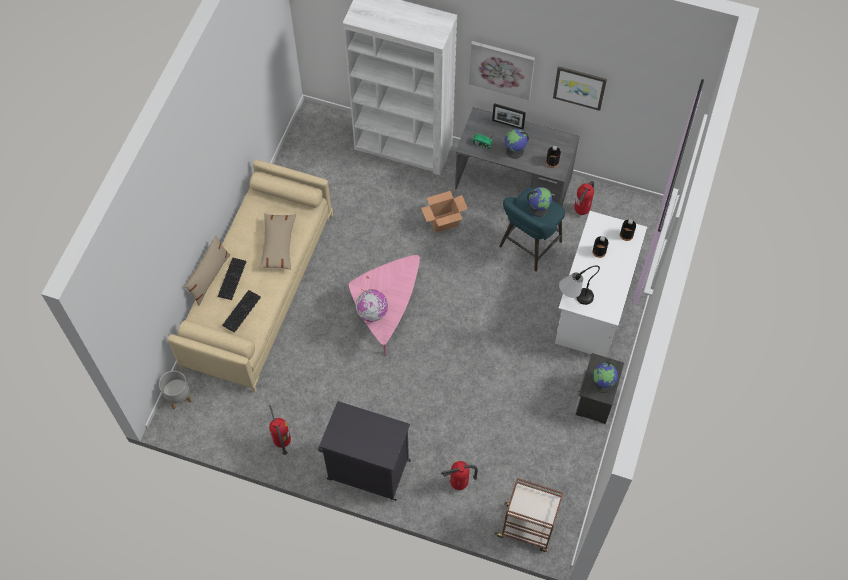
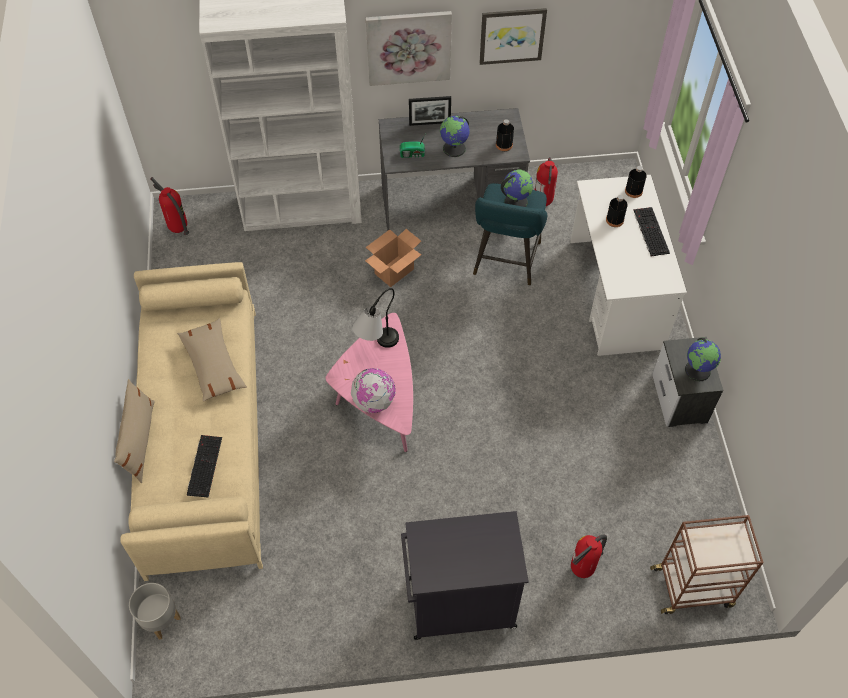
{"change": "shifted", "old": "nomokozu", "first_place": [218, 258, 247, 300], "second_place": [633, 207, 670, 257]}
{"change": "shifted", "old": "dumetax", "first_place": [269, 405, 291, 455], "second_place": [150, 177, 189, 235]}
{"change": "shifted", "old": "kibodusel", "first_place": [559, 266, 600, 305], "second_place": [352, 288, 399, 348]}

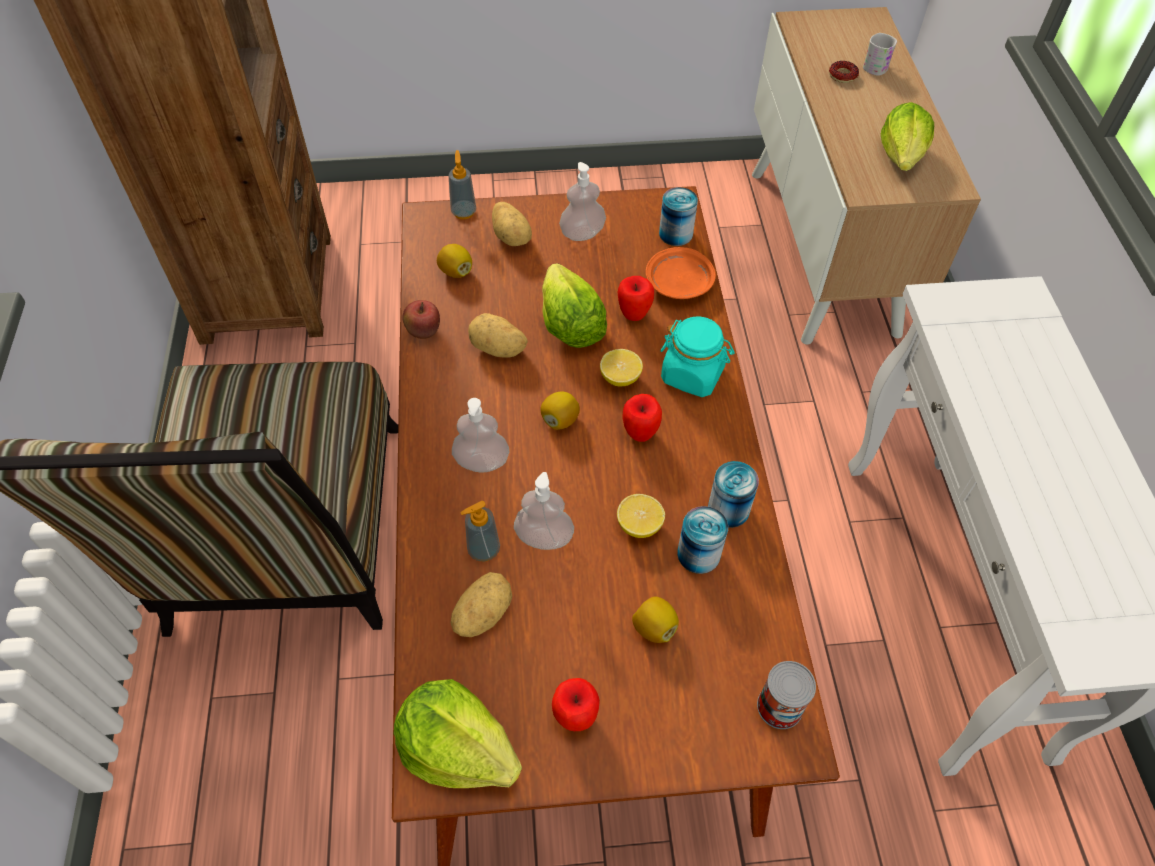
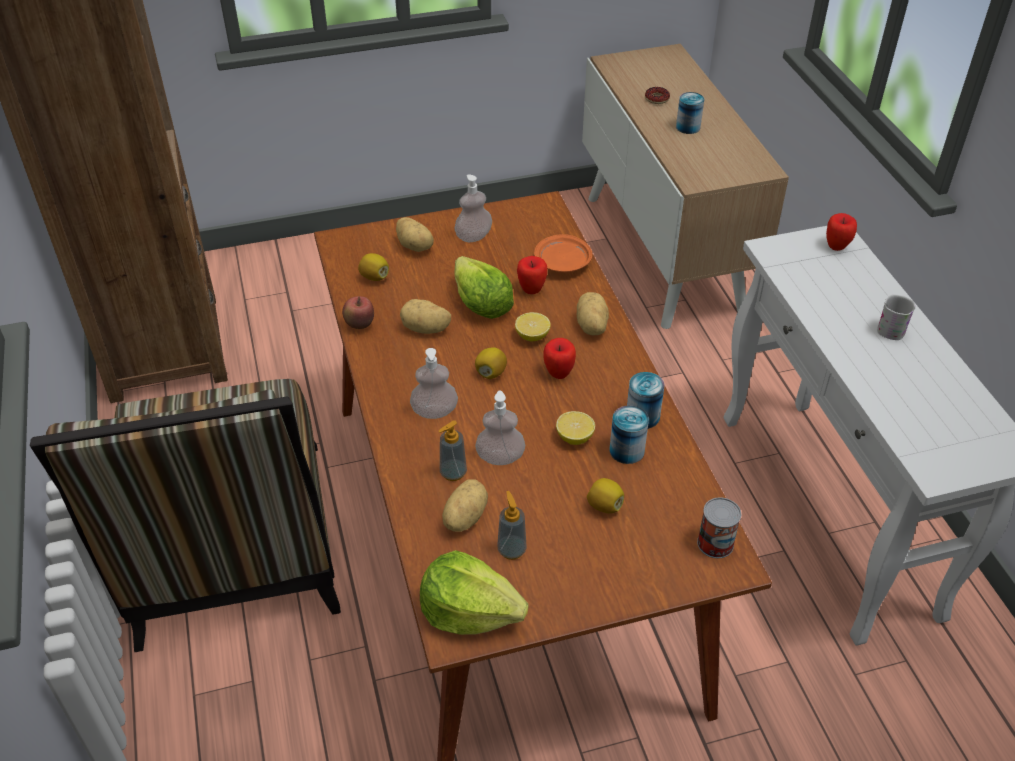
{"change": "shifted", "old": "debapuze", "first_place": [448, 150, 476, 219], "second_place": [497, 491, 527, 560]}
{"change": "shifted", "old": "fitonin", "first_place": [552, 678, 600, 731], "second_place": [826, 213, 857, 251]}
{"change": "shifted", "old": "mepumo", "first_place": [659, 187, 698, 246], "second_place": [676, 92, 704, 134]}
{"change": "swapped", "old": "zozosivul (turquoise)", "new": "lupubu", "first_place": [661, 316, 734, 397], "second_place": [577, 292, 609, 335]}
{"change": "shifted", "old": "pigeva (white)", "first_place": [863, 33, 897, 76], "second_place": [877, 294, 915, 340]}
{"change": "gone", "old": "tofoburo", "first_place": [881, 102, 934, 171]}

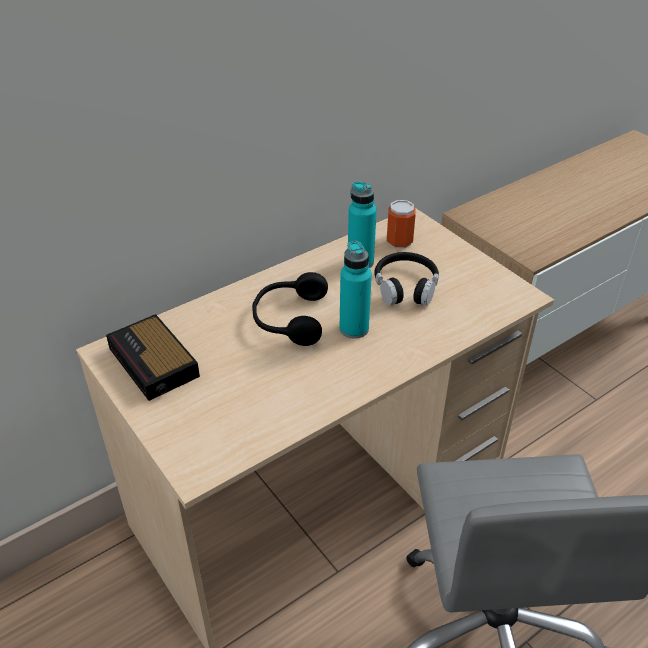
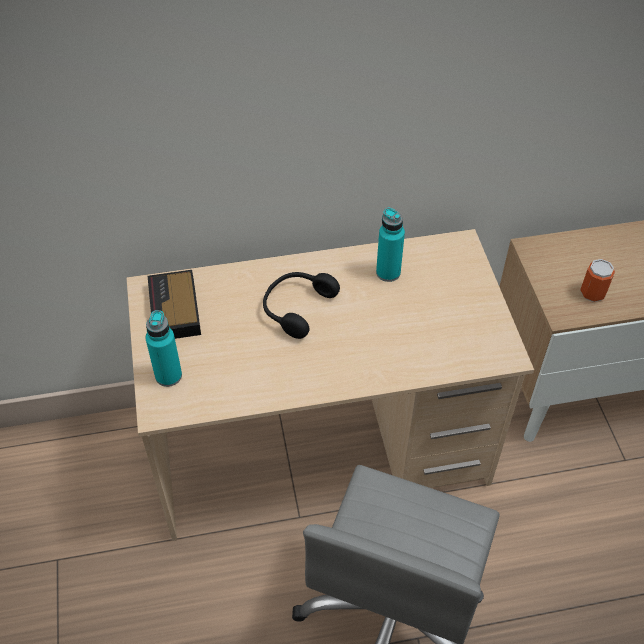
{"change": "shifted", "old": "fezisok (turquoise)", "first_place": [339, 241, 372, 339], "second_place": [146, 310, 182, 387]}
{"change": "gone", "old": "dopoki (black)", "first_place": [375, 252, 439, 306]}
{"change": "shifted", "old": "mepumo", "first_place": [387, 200, 416, 248], "second_place": [580, 259, 615, 302]}

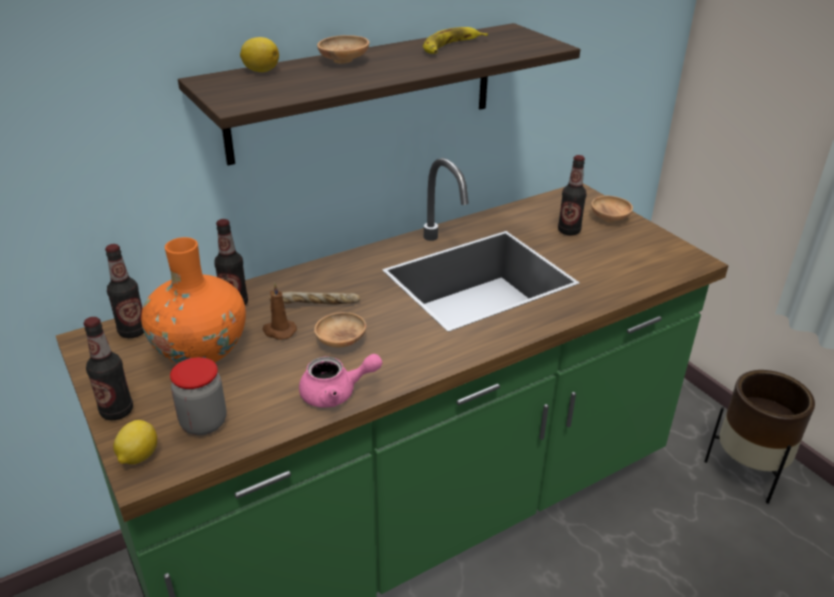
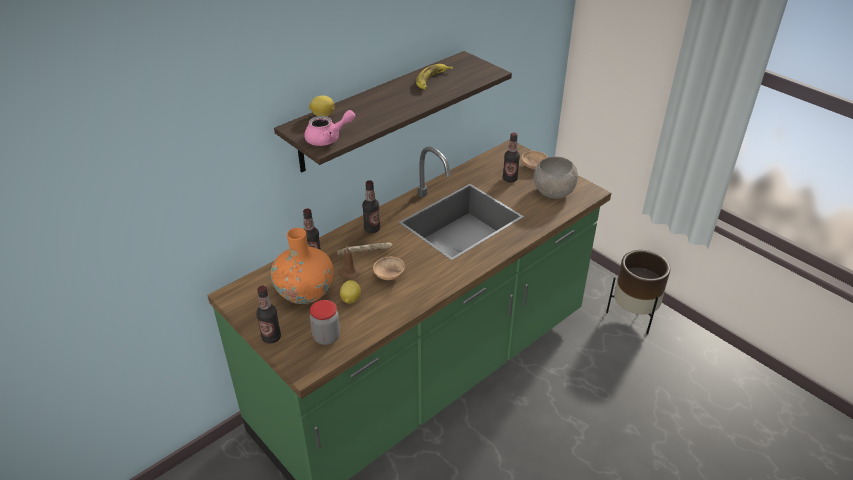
{"change": "shifted", "old": "fezisok", "first_place": [105, 244, 144, 338], "second_place": [362, 180, 380, 233]}
{"change": "shifted", "old": "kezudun", "first_place": [113, 420, 157, 464], "second_place": [340, 280, 361, 303]}
{"change": "shifted", "old": "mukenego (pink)", "first_place": [299, 354, 382, 407], "second_place": [304, 110, 355, 146]}
{"change": "gone", "old": "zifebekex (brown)", "first_place": [317, 35, 369, 64]}
{"change": "new", "new": "zifebekex (grey)", "second_place": [533, 157, 578, 199]}

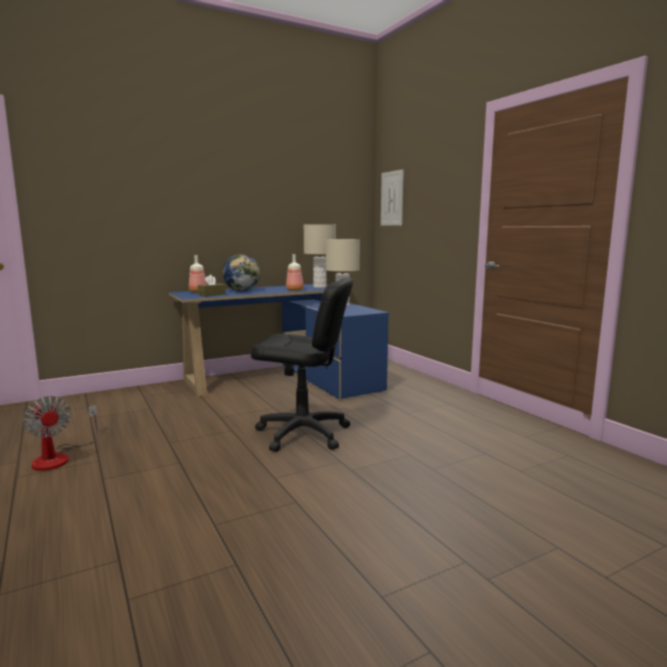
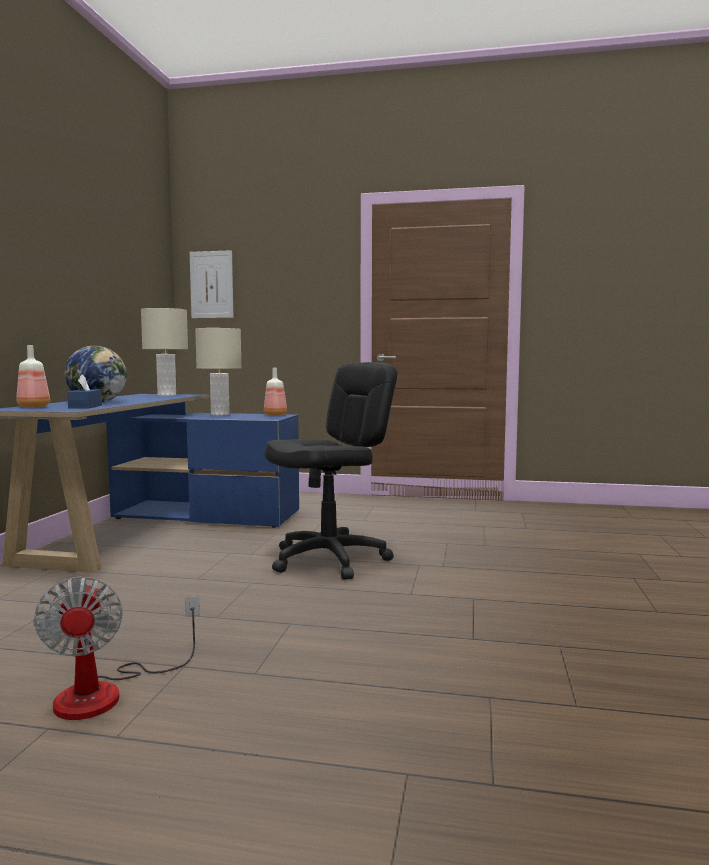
{"change": "rotated", "old": "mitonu", "first_place": [23, 396, 98, 471], "second_place": [33, 576, 200, 720], "degrees": 75}
{"change": "repainted", "old": "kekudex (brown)", "new": "kekudex (blue)", "first_place": [198, 274, 226, 297], "second_place": [67, 374, 102, 409]}
{"change": "shifted", "old": "fezisok", "first_place": [286, 254, 303, 291], "second_place": [264, 368, 287, 416]}

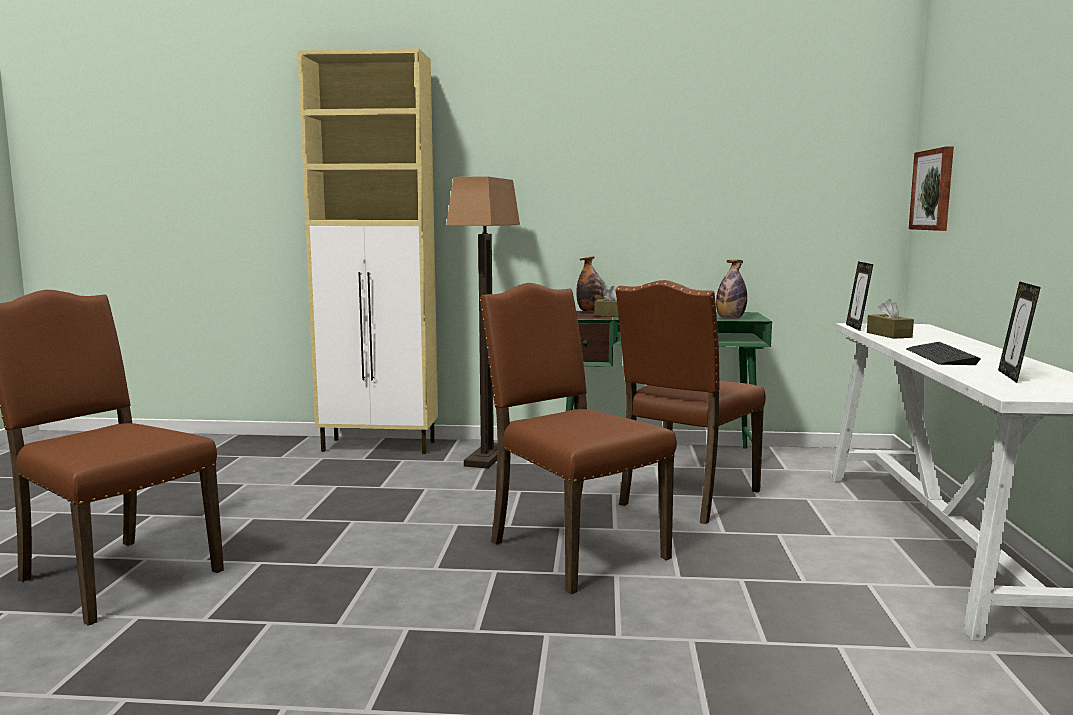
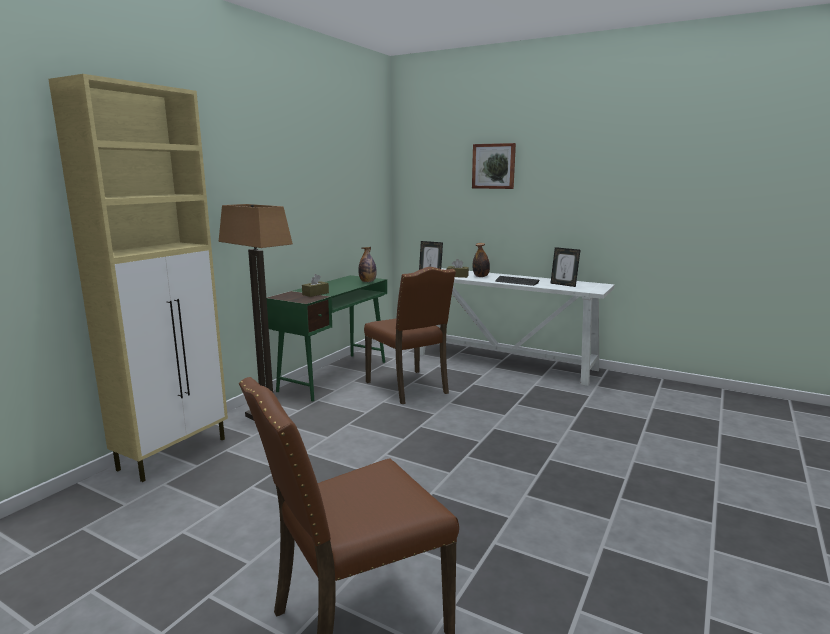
{"change": "gone", "old": "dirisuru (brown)", "first_place": [479, 283, 677, 594]}
{"change": "shifted", "old": "fezisok", "first_place": [576, 256, 604, 312], "second_place": [473, 243, 490, 277]}
{"change": "shifted", "old": "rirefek", "first_place": [909, 146, 954, 231], "second_place": [472, 143, 516, 189]}

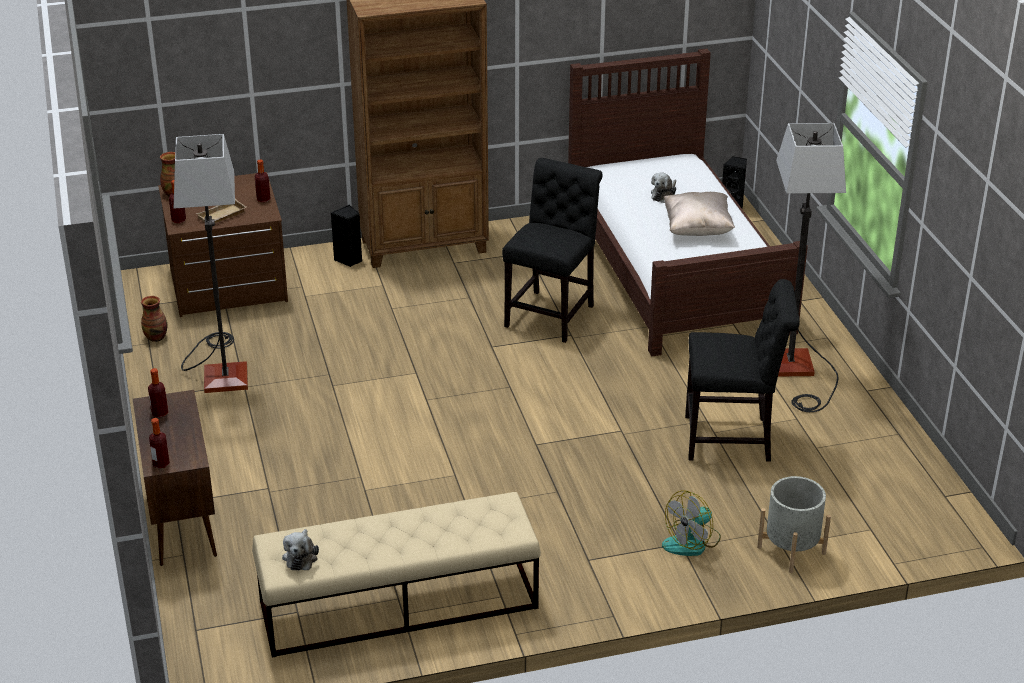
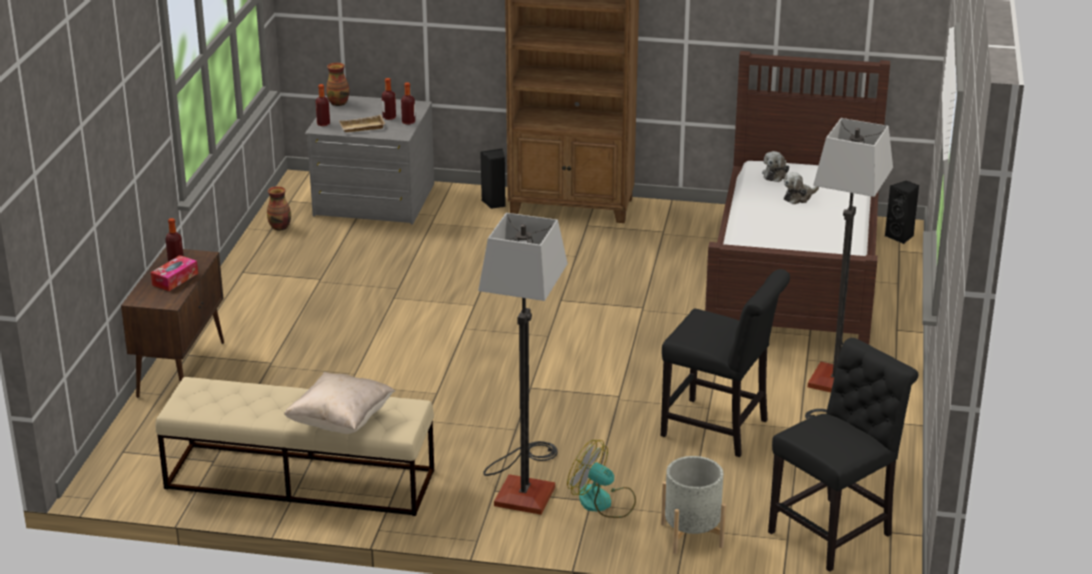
{"change": "shifted", "old": "fezisok", "first_place": [149, 418, 170, 468], "second_place": [382, 78, 396, 120]}
{"change": "repainted", "old": "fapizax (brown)", "new": "fapizax (grey)", "first_place": [158, 172, 288, 317], "second_place": [305, 96, 434, 225]}
{"change": "shifted", "old": "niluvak", "first_place": [174, 134, 248, 393], "second_place": [478, 213, 568, 515]}
{"change": "shifted", "old": "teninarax", "first_place": [282, 529, 319, 570], "second_place": [762, 151, 789, 182]}
{"change": "shifted", "old": "dirisuru (black)", "first_place": [502, 158, 603, 343], "second_place": [768, 338, 918, 572]}
{"change": "rotated", "old": "mitonu", "first_place": [662, 490, 721, 556], "second_place": [567, 440, 636, 518], "degrees": 45}
{"change": "shifted", "old": "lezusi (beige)", "first_place": [664, 192, 735, 236], "second_place": [284, 372, 395, 434]}
{"change": "new", "new": "kekudex", "second_place": [151, 255, 198, 291]}

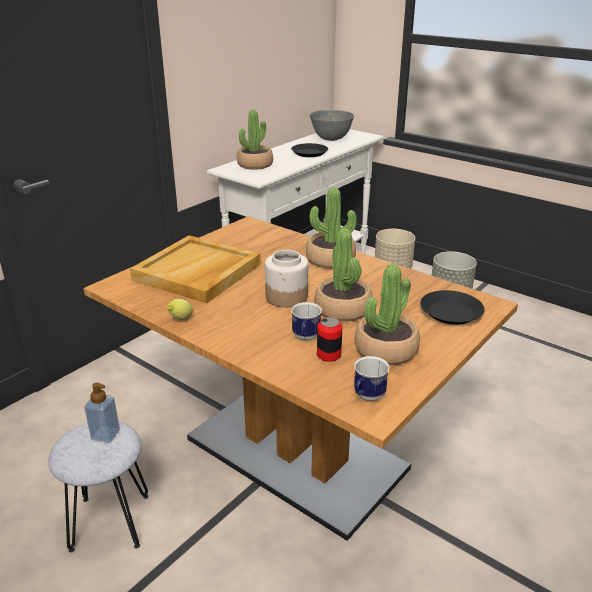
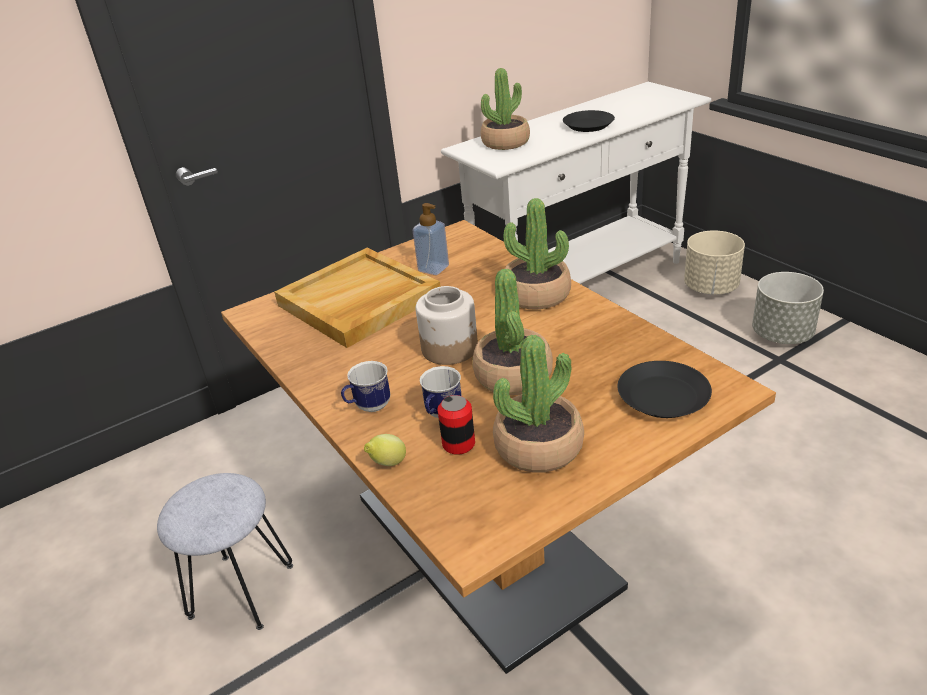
{"change": "shifted", "old": "debapuze", "first_place": [84, 382, 120, 443], "second_place": [412, 203, 449, 275]}
{"change": "shifted", "old": "kezudun", "first_place": [167, 299, 193, 320], "second_place": [364, 434, 406, 466]}
{"change": "gone", "old": "zifebekex (grey)", "first_place": [310, 110, 354, 141]}
{"change": "shifted", "old": "pigeva", "first_place": [354, 356, 390, 401], "second_place": [341, 361, 390, 412]}

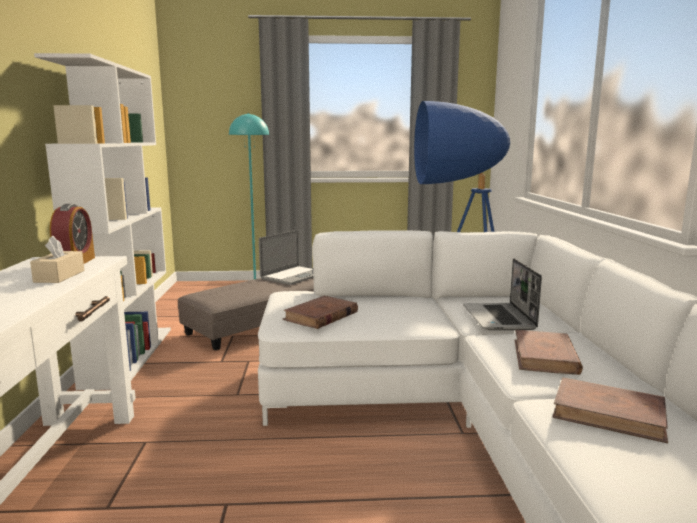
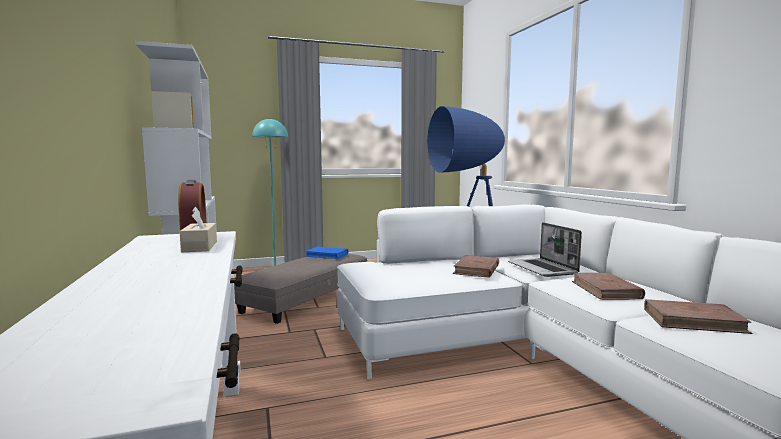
{"change": "swapped", "old": "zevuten", "new": "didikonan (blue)", "first_place": [259, 230, 313, 285], "second_place": [305, 246, 348, 259]}
{"change": "shifted", "old": "didikonan (brown)", "first_place": [282, 296, 358, 329], "second_place": [453, 255, 499, 278]}

